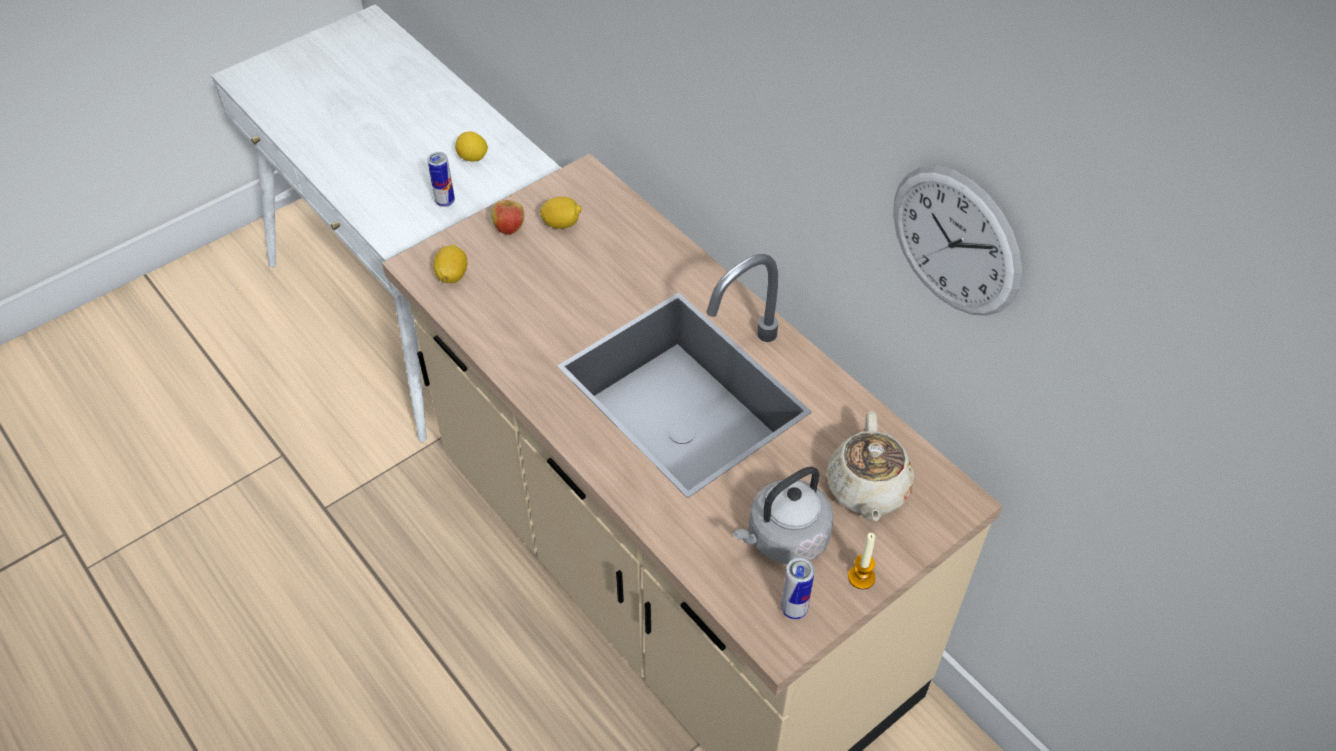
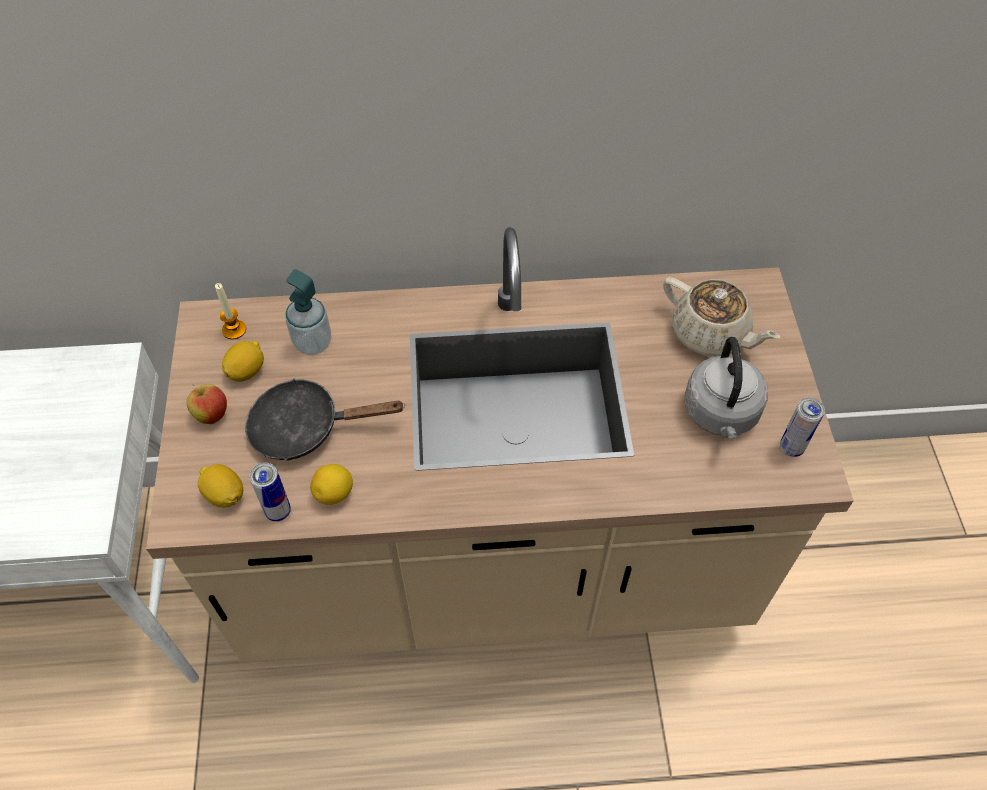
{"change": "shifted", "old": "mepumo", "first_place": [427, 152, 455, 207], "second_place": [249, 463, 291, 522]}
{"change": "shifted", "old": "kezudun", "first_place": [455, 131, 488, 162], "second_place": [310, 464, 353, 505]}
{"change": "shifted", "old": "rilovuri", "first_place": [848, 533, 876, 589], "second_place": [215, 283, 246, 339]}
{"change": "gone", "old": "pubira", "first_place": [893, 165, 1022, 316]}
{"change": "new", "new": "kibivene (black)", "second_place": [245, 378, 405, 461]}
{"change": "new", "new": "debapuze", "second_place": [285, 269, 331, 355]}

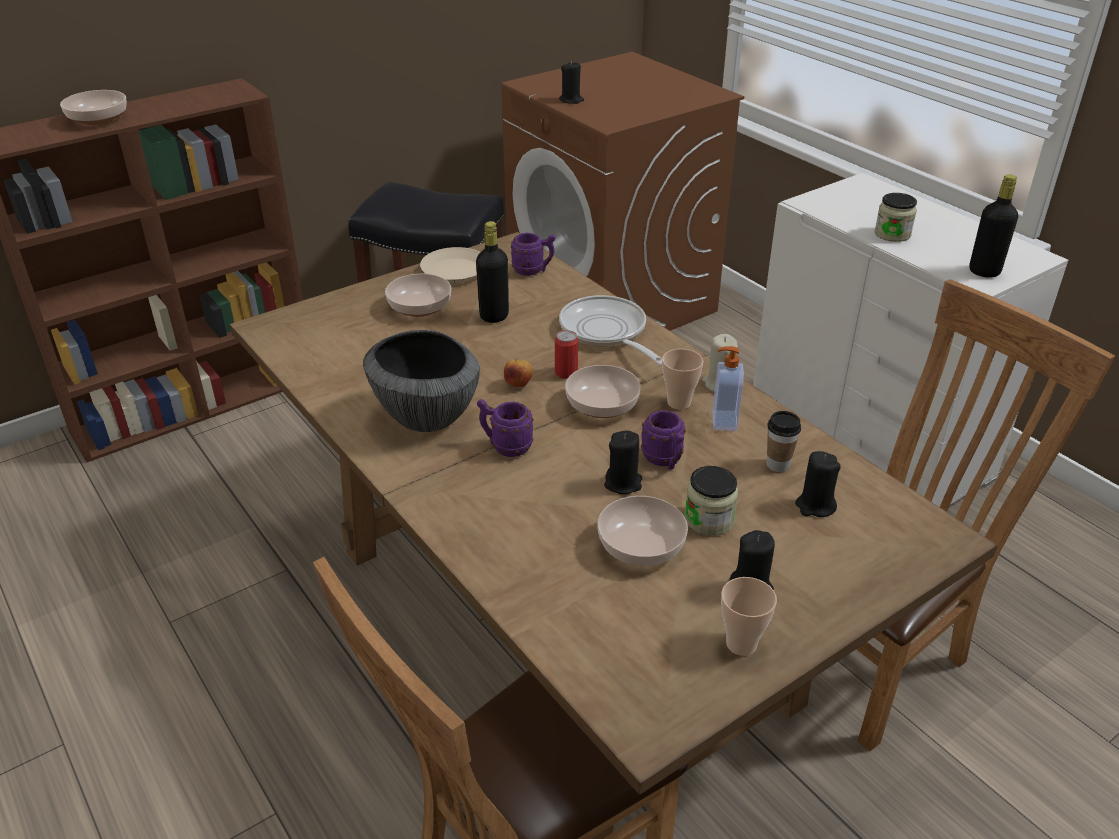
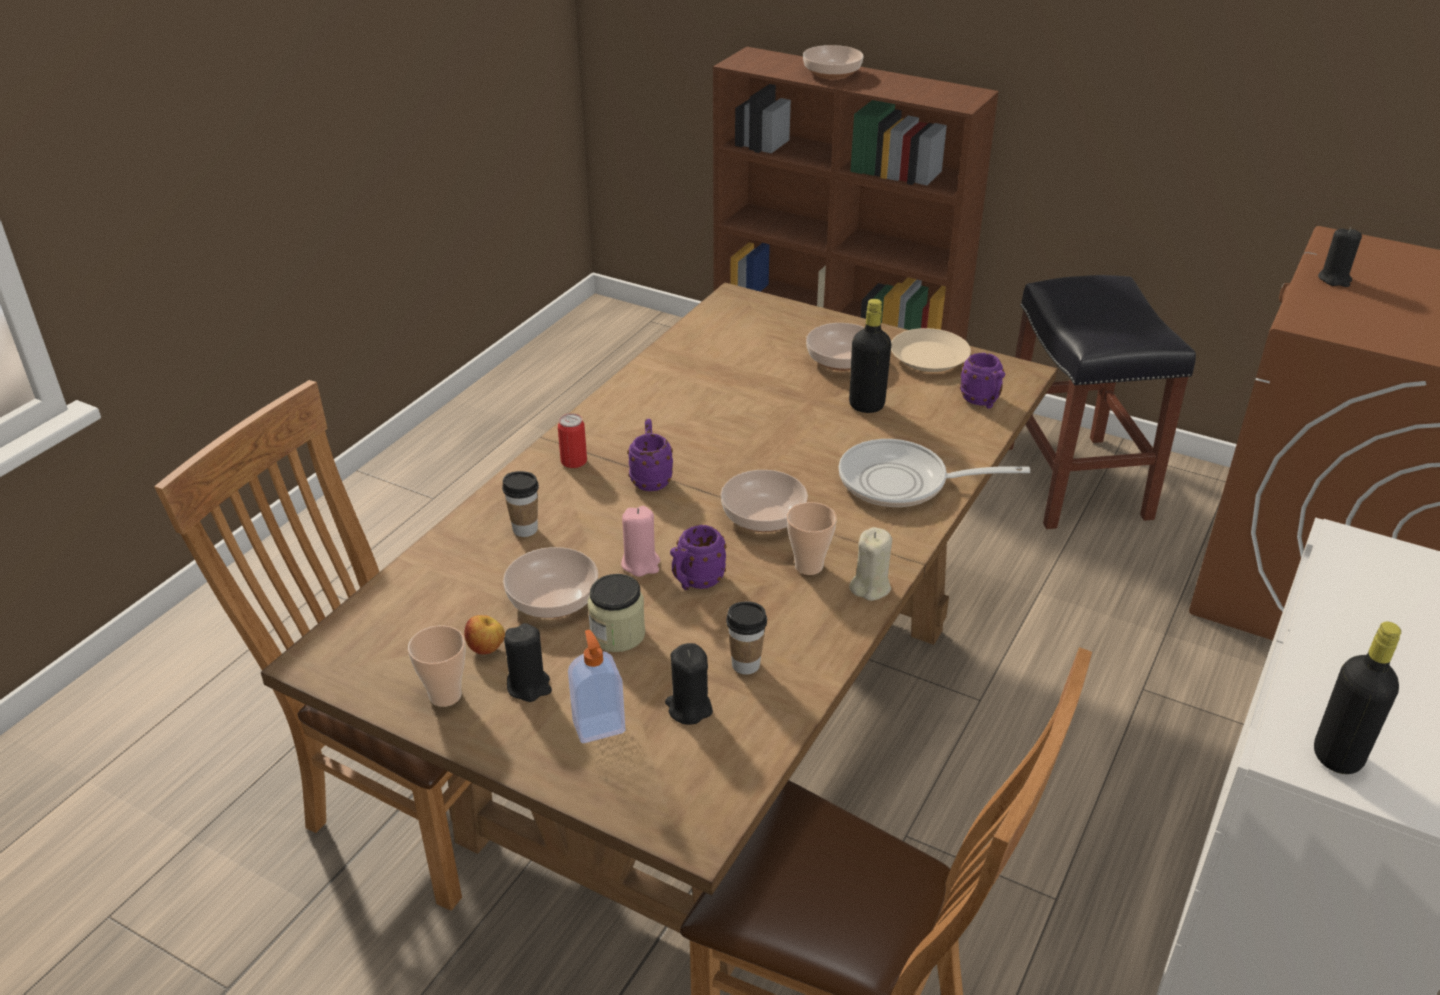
{"change": "gone", "old": "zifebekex", "first_place": [363, 330, 480, 432]}
{"change": "shifted", "old": "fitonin", "first_place": [504, 360, 533, 388], "second_place": [464, 615, 505, 654]}
{"change": "shifted", "old": "mepumo", "first_place": [555, 330, 578, 379], "second_place": [558, 413, 587, 468]}
{"change": "rotated", "old": "kibivene", "first_place": [559, 295, 662, 366], "second_place": [839, 439, 1030, 507], "degrees": -120}
{"change": "repainted", "old": "rilovuri (black)", "new": "rilovuri (pink)", "first_place": [604, 431, 642, 494], "second_place": [621, 506, 660, 577]}
{"change": "shifted", "old": "debapuze", "first_place": [713, 346, 744, 431], "second_place": [568, 630, 625, 743]}
{"change": "gone", "old": "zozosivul", "first_place": [875, 193, 917, 242]}
{"change": "new", "new": "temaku", "second_place": [502, 471, 539, 537]}

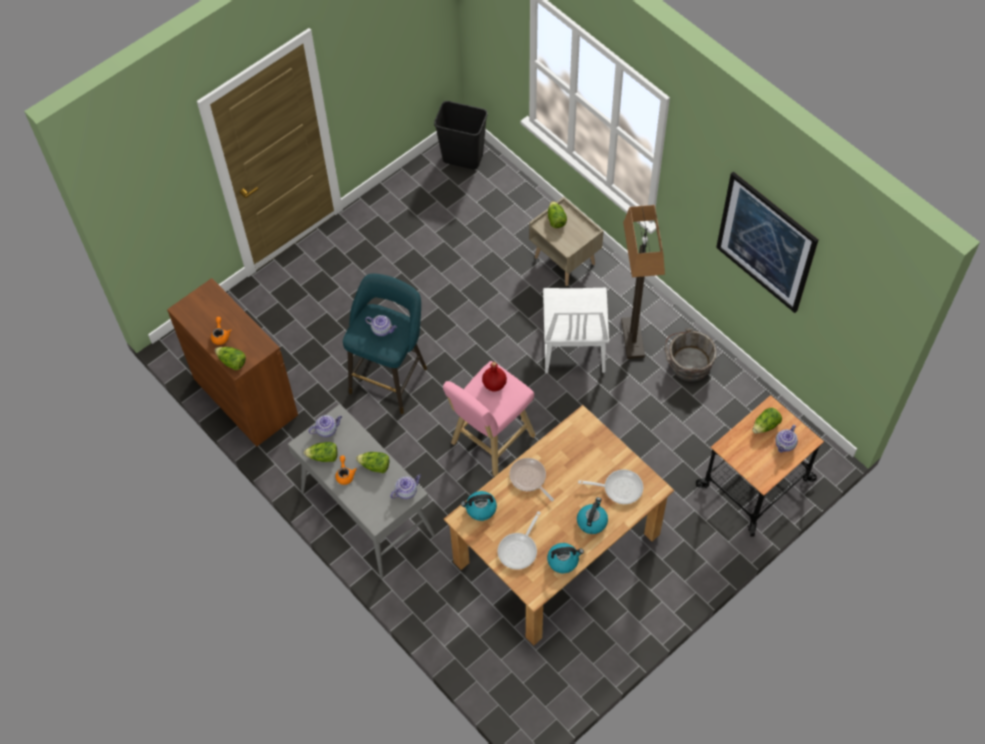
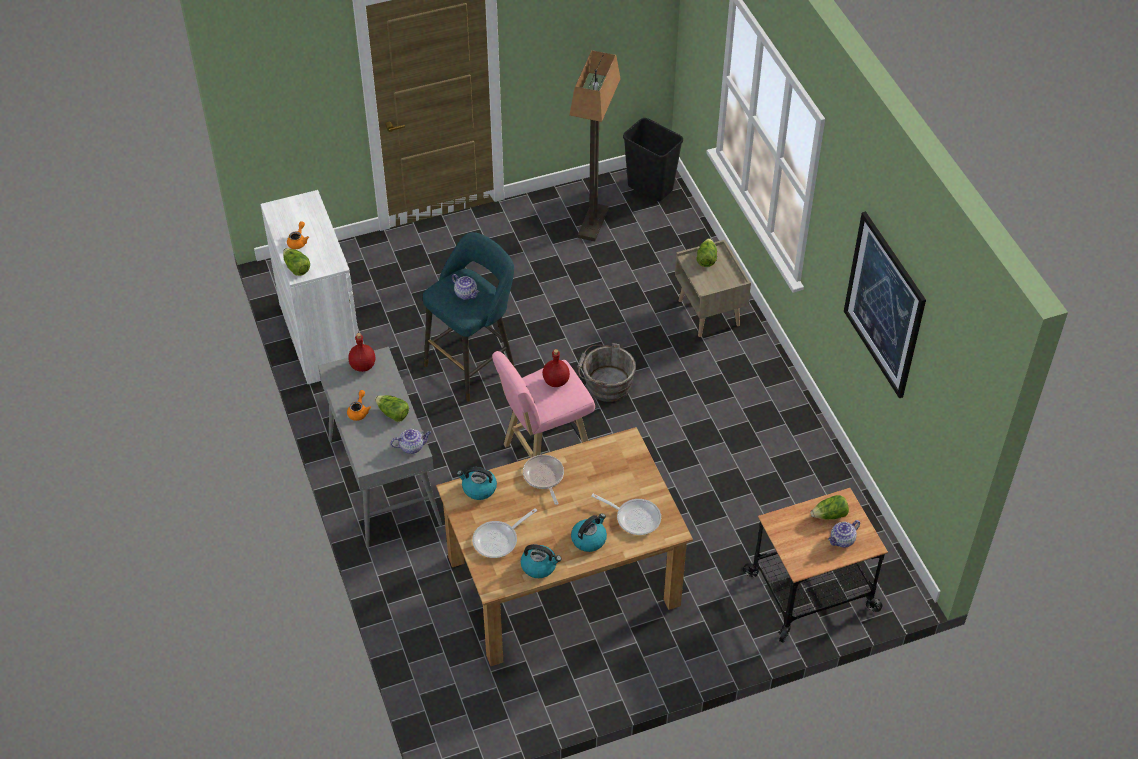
{"change": "repainted", "old": "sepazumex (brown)", "new": "sepazumex (white)", "first_place": [167, 278, 298, 447], "second_place": [261, 190, 358, 384]}
{"change": "gone", "old": "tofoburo", "first_place": [304, 442, 337, 462]}
{"change": "swapped", "old": "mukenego", "new": "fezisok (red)", "first_place": [309, 415, 342, 437], "second_place": [348, 333, 375, 372]}
{"change": "gone", "old": "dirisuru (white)", "first_place": [543, 288, 609, 373]}
{"change": "shifted", "old": "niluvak", "first_place": [621, 205, 665, 359], "second_place": [569, 50, 621, 241]}
{"change": "shifted", "old": "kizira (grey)", "first_place": [664, 328, 717, 382], "second_place": [577, 343, 636, 402]}

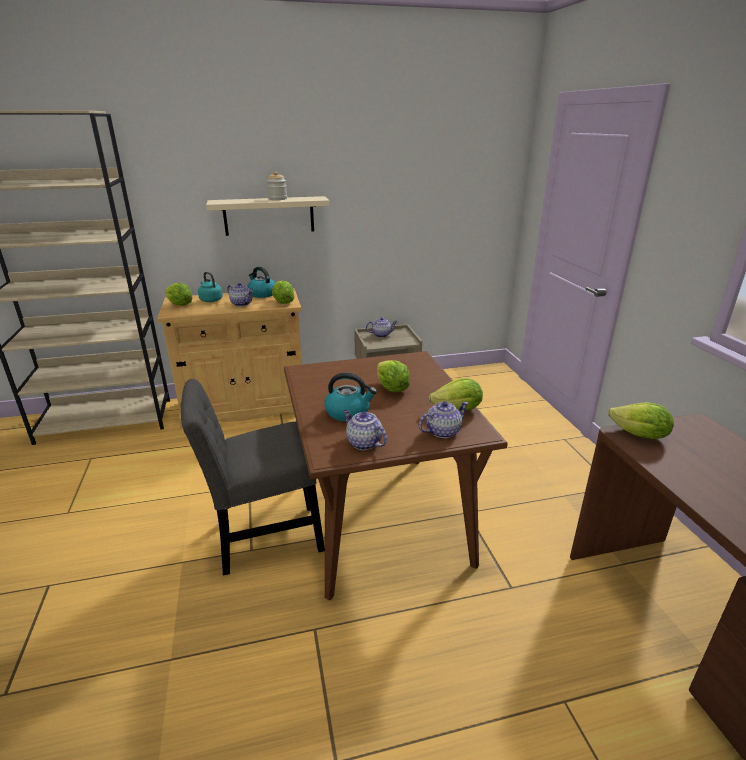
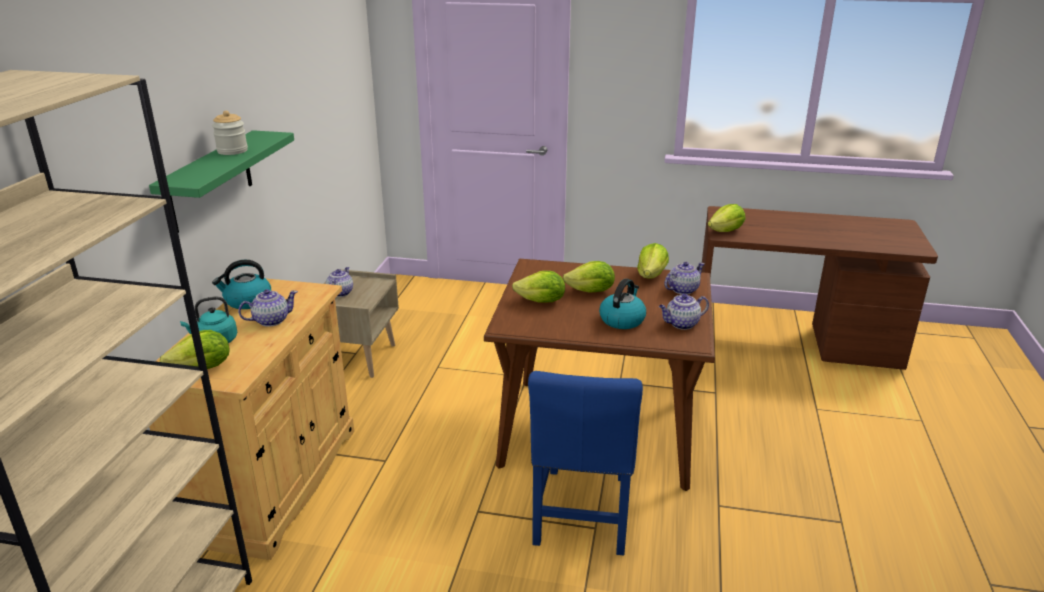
{"change": "repainted", "old": "dirisuru (grey)", "new": "dirisuru (blue)", "first_place": [181, 379, 325, 576], "second_place": [528, 371, 643, 556]}
{"change": "repainted", "old": "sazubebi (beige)", "new": "sazubebi (green)", "first_place": [206, 196, 330, 236], "second_place": [149, 130, 294, 233]}
{"change": "shifted", "old": "tofoburo", "first_place": [272, 281, 294, 304], "second_place": [512, 271, 565, 303]}
{"change": "rotated", "old": "mukenego", "first_place": [419, 401, 469, 438], "second_place": [664, 262, 705, 295], "degrees": 60}

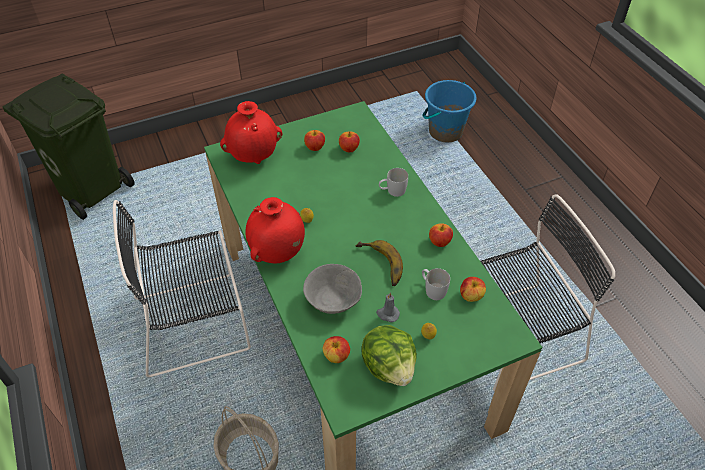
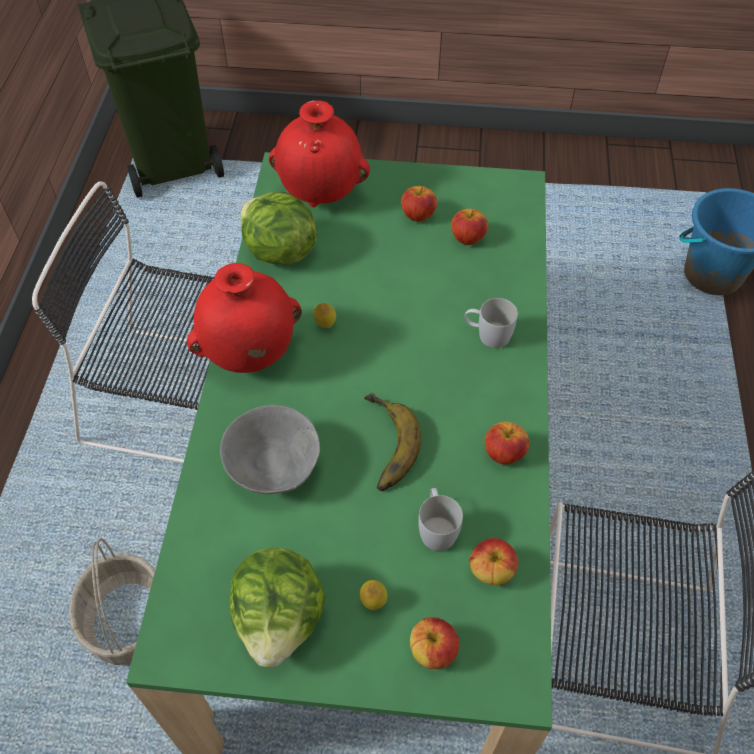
{"change": "shifted", "old": "fitonin", "first_place": [323, 336, 350, 363], "second_place": [410, 617, 459, 669]}
{"change": "gone", "old": "rilovuri (grey)", "first_place": [376, 292, 400, 322]}
{"change": "new", "new": "tofoburo", "second_place": [241, 192, 317, 265]}

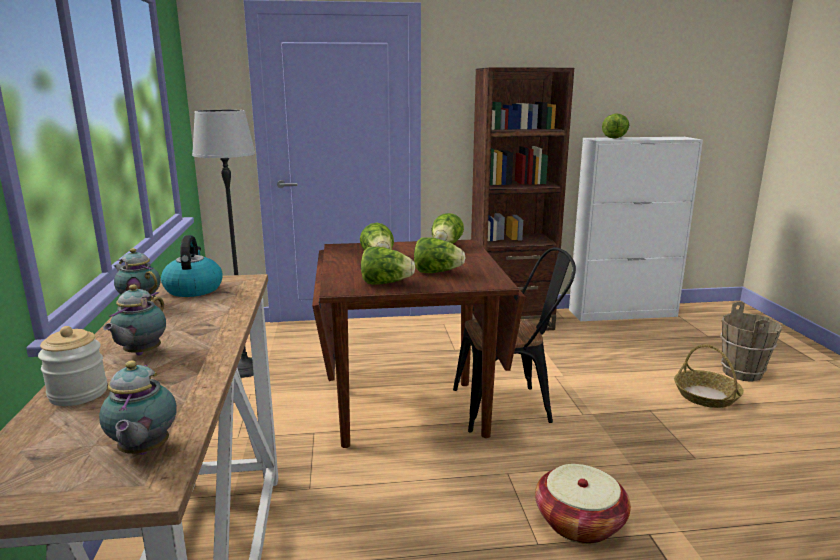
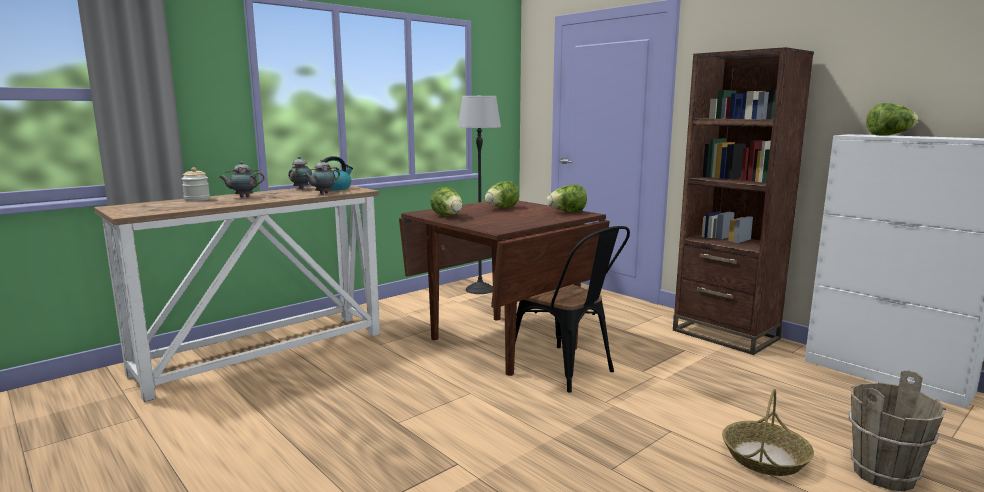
{"change": "shifted", "old": "mukenego", "first_place": [99, 361, 177, 455], "second_place": [303, 159, 340, 194]}
{"change": "gone", "old": "tofoburo", "first_place": [414, 237, 465, 273]}
{"change": "gone", "old": "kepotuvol", "first_place": [535, 464, 631, 544]}

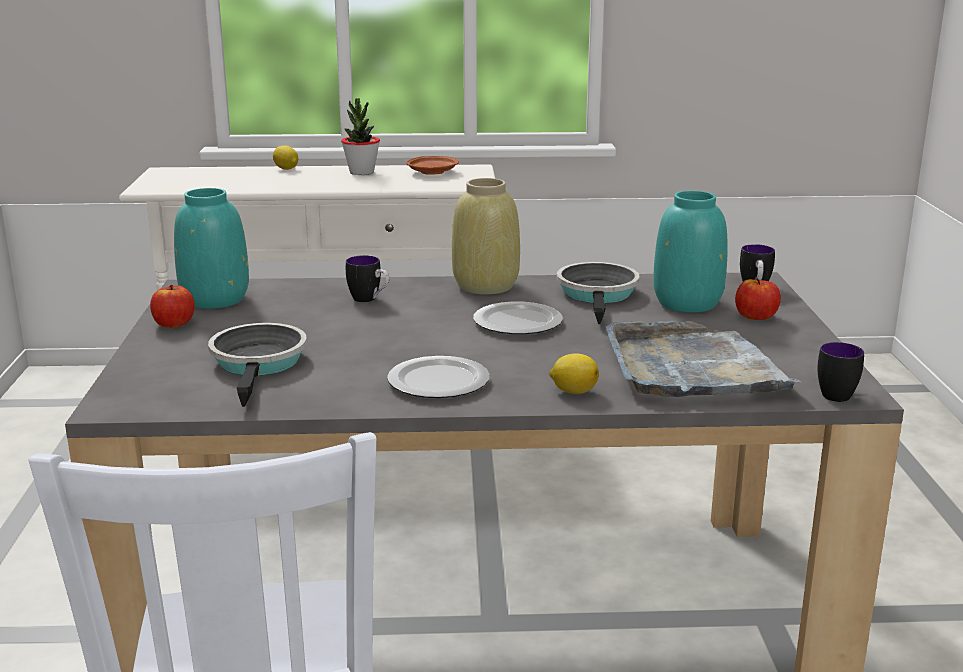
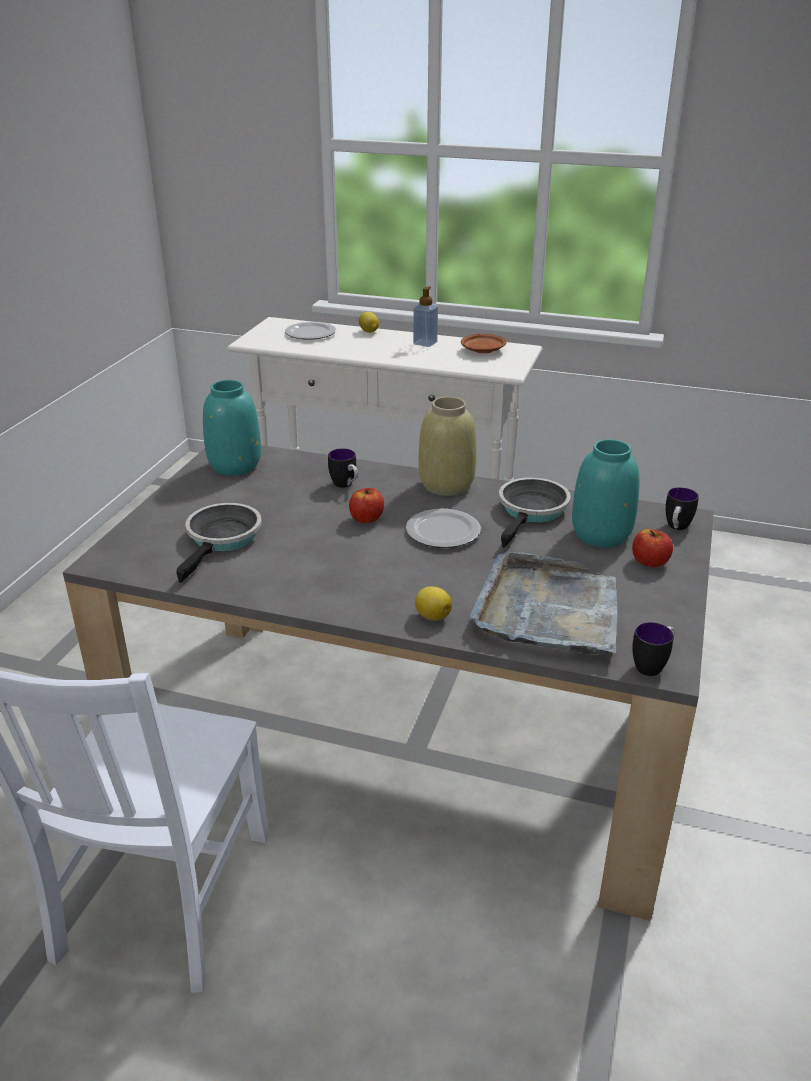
{"change": "shifted", "old": "fitonin", "first_place": [150, 285, 195, 328], "second_place": [349, 488, 384, 523]}
{"change": "swapped", "old": "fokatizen", "new": "debapuze", "first_place": [341, 98, 380, 175], "second_place": [413, 286, 438, 347]}
{"change": "shifted", "old": "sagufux", "first_place": [387, 356, 490, 398], "second_place": [285, 322, 336, 340]}

